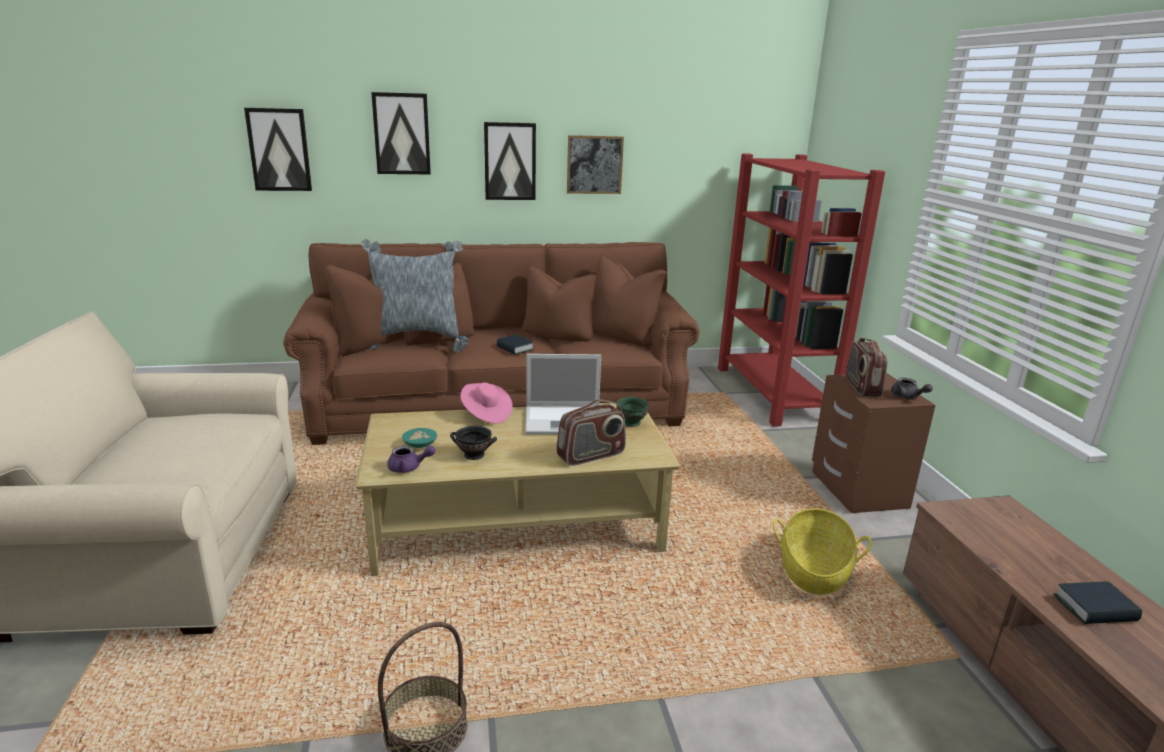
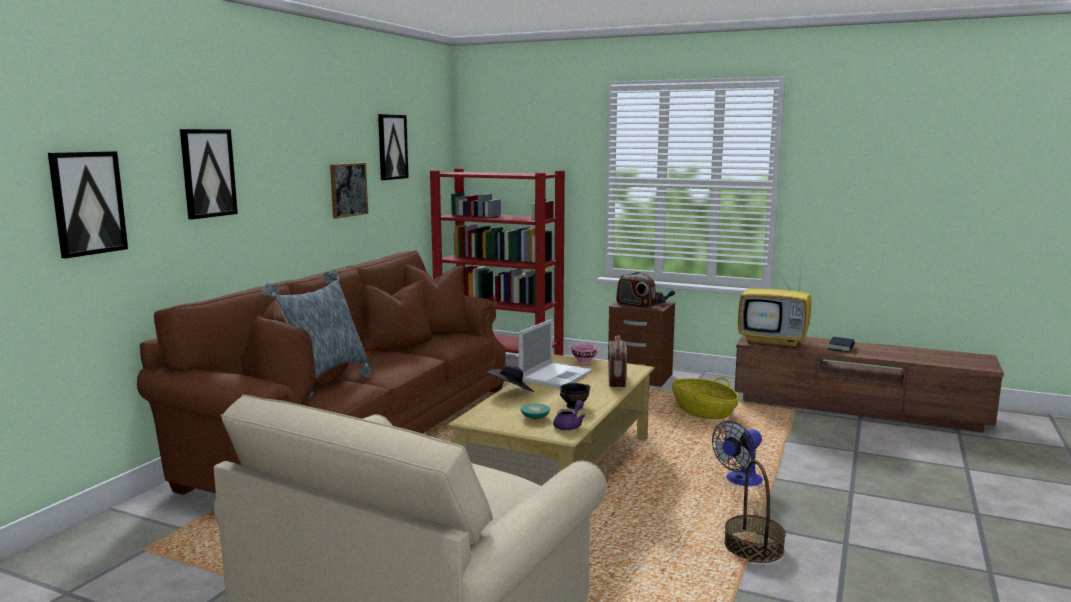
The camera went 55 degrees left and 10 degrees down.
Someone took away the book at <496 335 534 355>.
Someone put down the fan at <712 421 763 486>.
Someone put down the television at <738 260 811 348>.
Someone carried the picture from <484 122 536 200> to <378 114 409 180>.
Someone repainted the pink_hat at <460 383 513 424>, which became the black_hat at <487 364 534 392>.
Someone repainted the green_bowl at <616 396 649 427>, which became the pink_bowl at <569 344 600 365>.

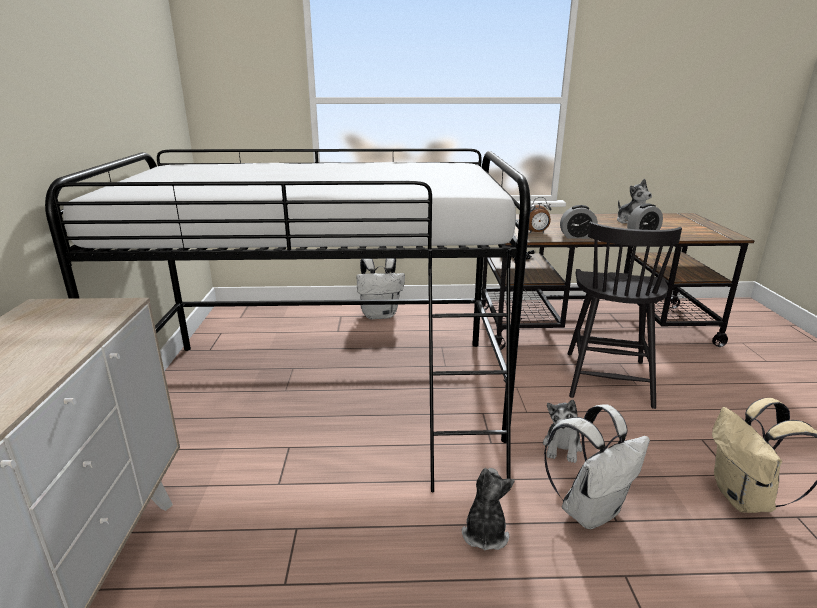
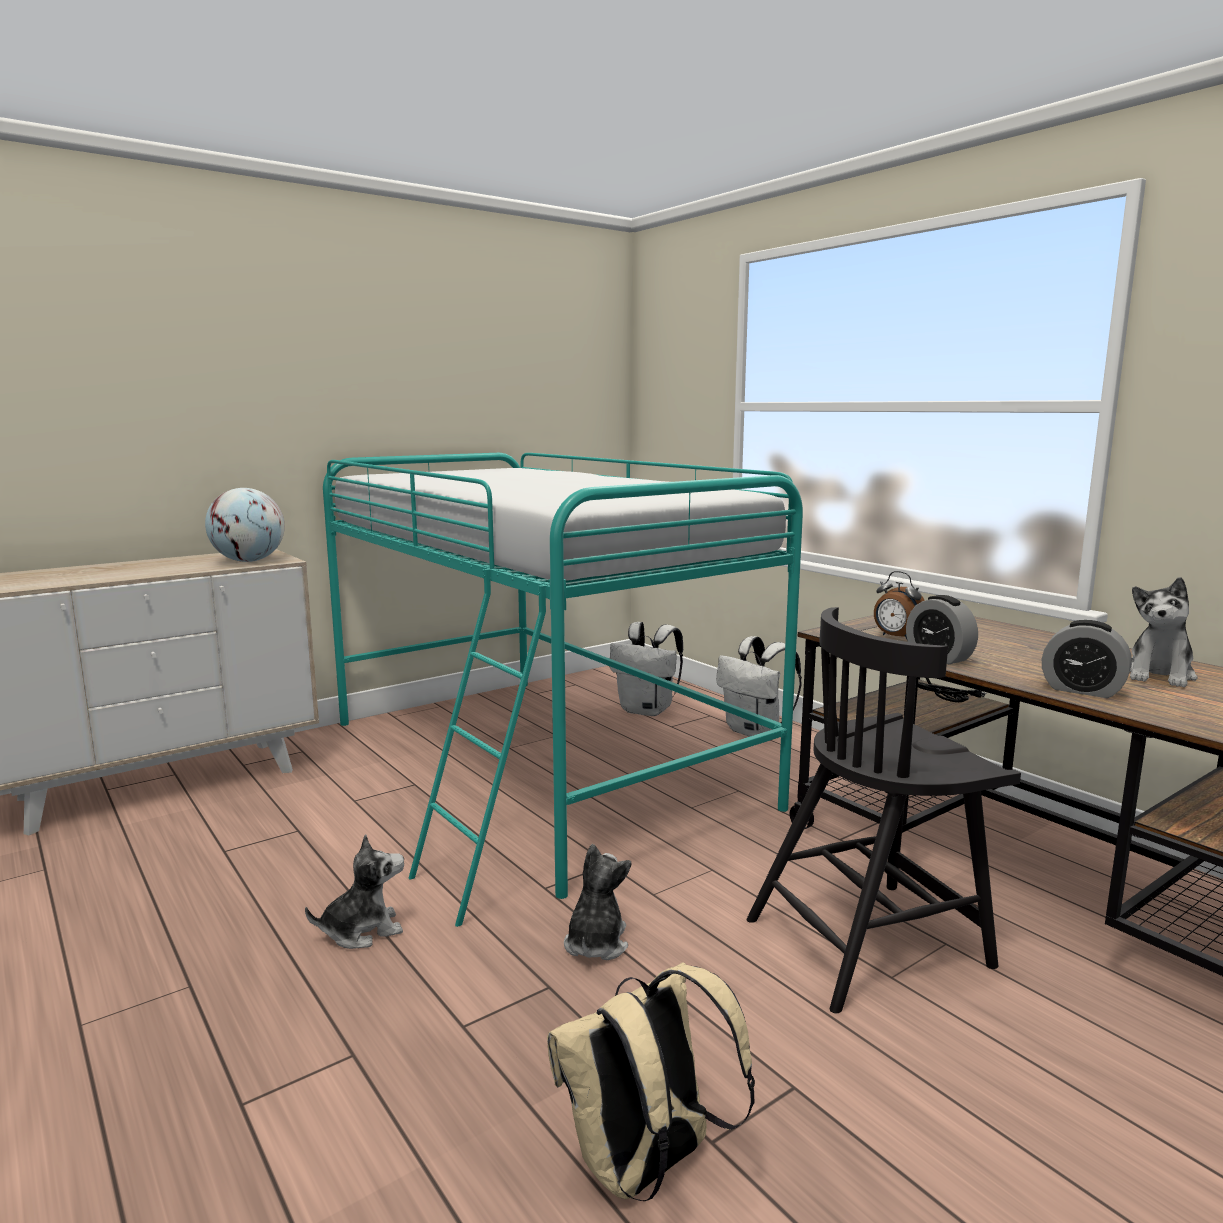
The camera went 55 degrees right and 10 degrees down.
Someone put down the globe at <205 488 285 562>.
Someone carried the white_backpack from <544 404 650 529> to <609 622 683 716>.
Someone repainted the black_bed at <45 148 531 492>, which became the turquoise_bed at <323 453 803 927>.
Someone rotated the plush_toy at <543 400 582 463> by 120 degrees clockwise.

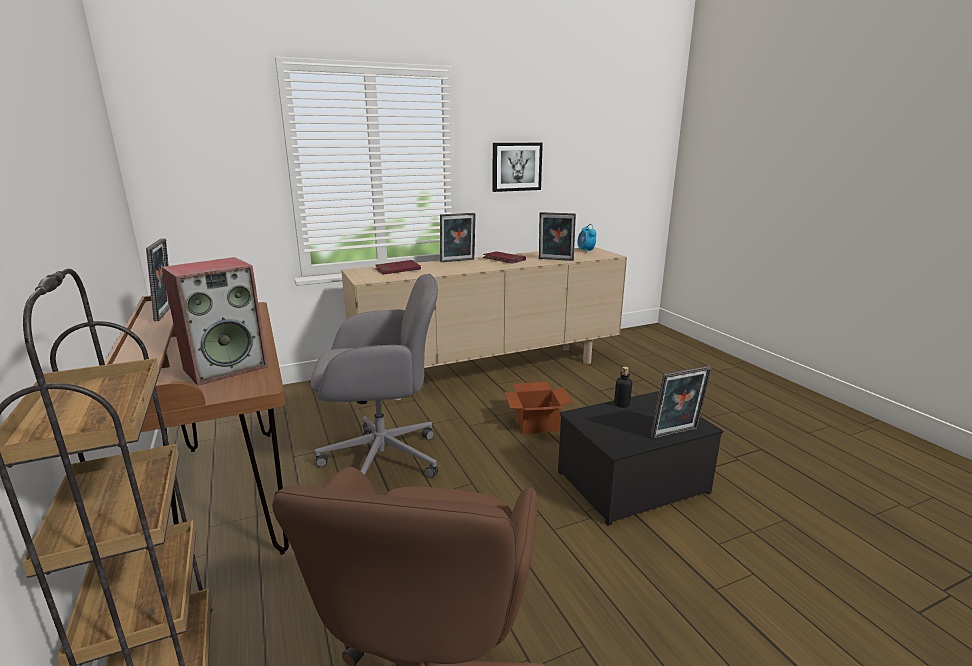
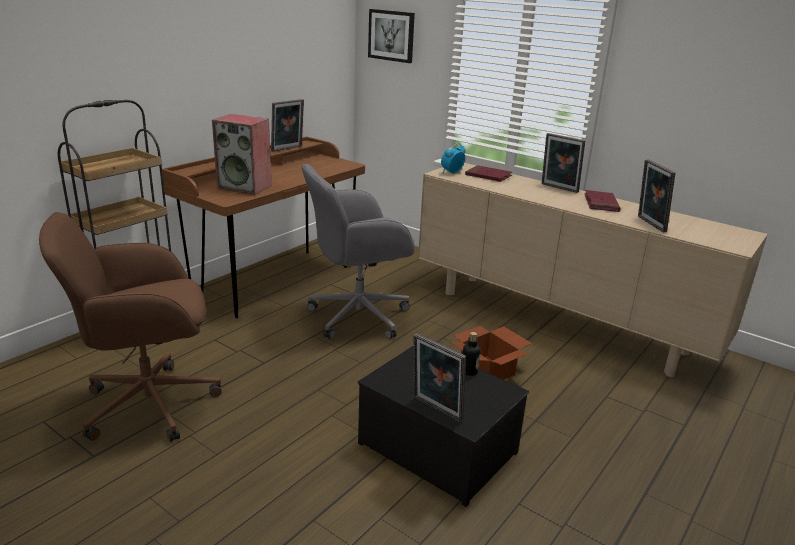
The camera went 60 degrees right and 5 degrees up.
Someone carried the picture from <493 143 543 192> to <368 9 415 63>.
Someone carried the alarm_clock from <578 224 597 253> to <441 143 466 174>.
Someone rotated the grey_office_chair at <310 274 438 478> by 105 degrees clockwise.

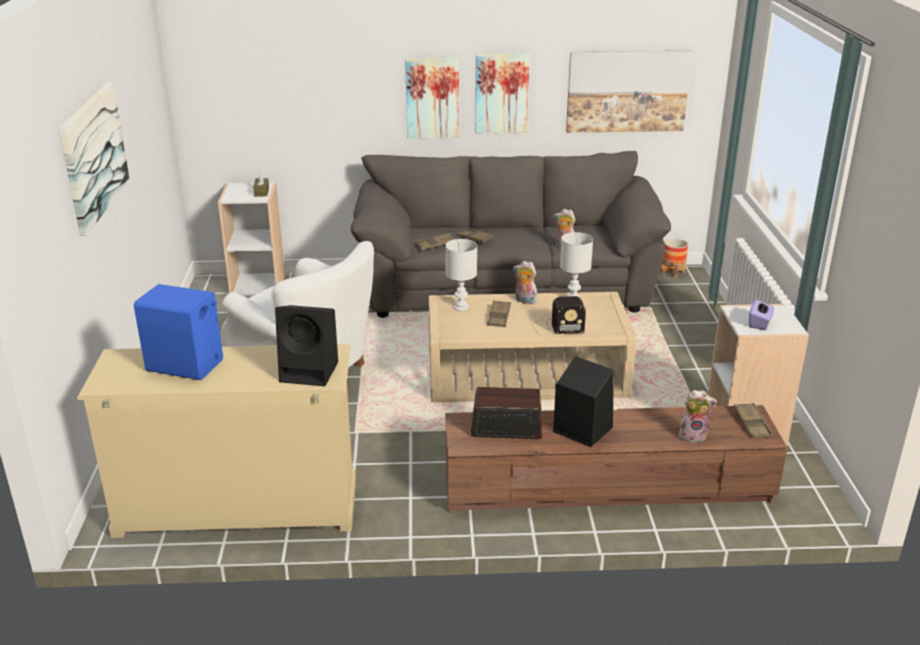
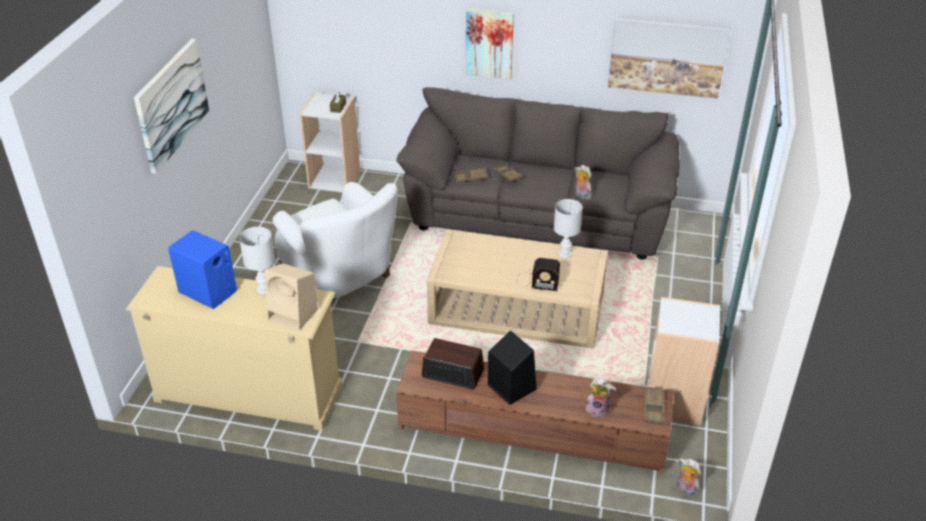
The camera went 15 degrees right and 10 degrees up.
Someone took away the picture at <475 53 530 134>.
Someone took away the brown_tray at <487 300 511 327>.
Someone took away the planter at <661 238 688 278>.
Someone took away the purple_tissue_box at <749 300 774 330>.
Someone carried the white_table_lamp from <445 239 477 311> to <239 227 275 294>.
Someone carried the plush_toy from <513 261 537 305> to <677 458 701 498>.
Someone repainted the black_speaker at <275 305 338 386>, which became the beige_speaker at <265 263 318 331>.

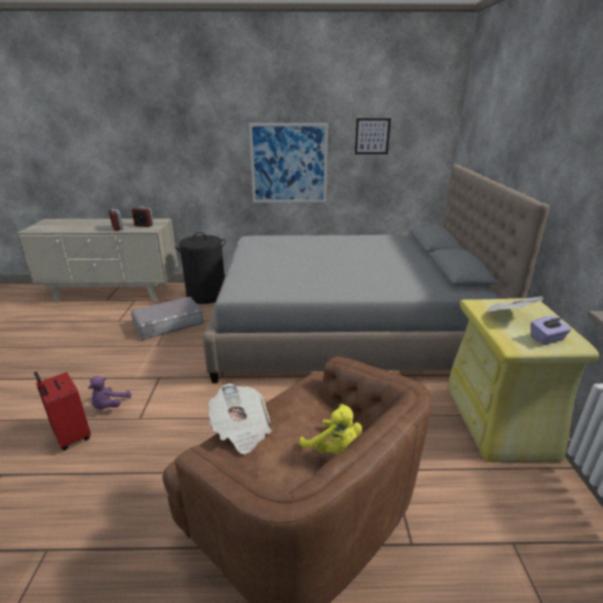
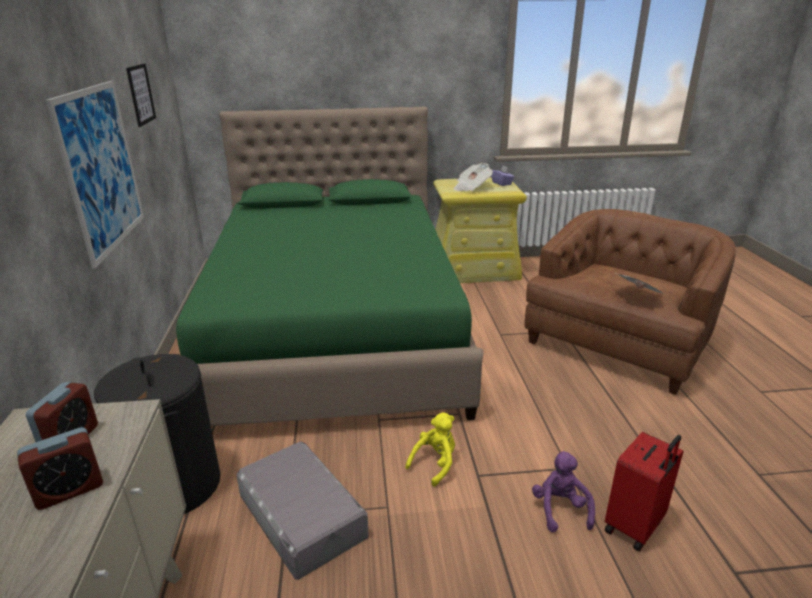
The camera went 95 degrees left and 0 degrees up.
Someone carried the yellow_plush_toy from <299 404 362 455> to <405 412 455 487>.
Someone repainted the grey_bed at <203 164 550 383>, which became the green_bed at <176 107 484 426>.
Someone rotated the purple_plush_toy at <88 376 132 409> by 105 degrees counterclockwise.

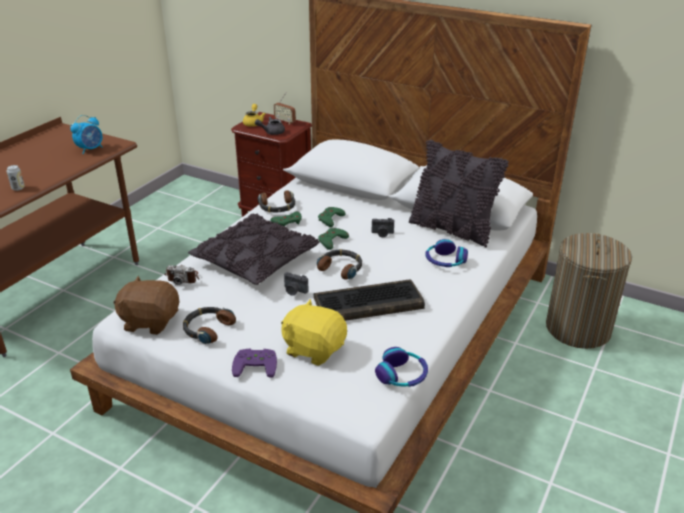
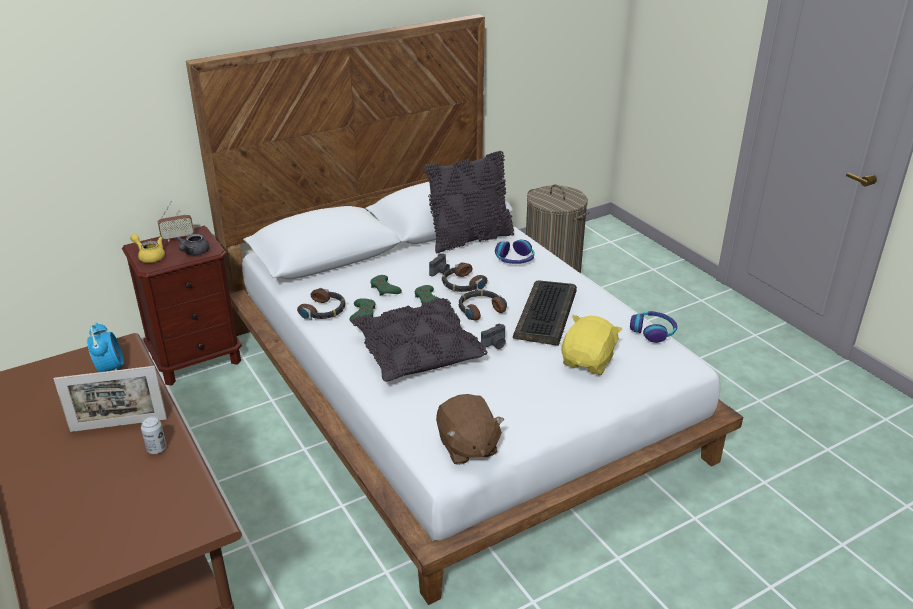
The camera went 60 degrees left and 0 degrees up.
Someone took away the photo_camera at <164 265 199 285>.
Someone took away the purple_game_controller at <232 349 277 378>.
Someone put down the picture_frame at <54 366 167 432>.
Someone carried the headphones from <183 307 236 344> to <442 262 487 292>.
Someone rotated the brown_plush_toy at <113 276 180 335> by 60 degrees counterclockwise.
Someone rotated the yellow_plush_toy at <281 299 347 366> by 150 degrees clockwise.

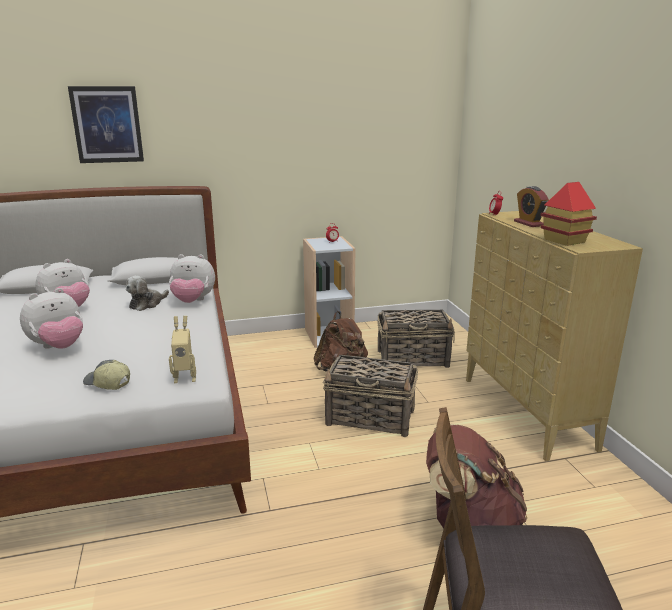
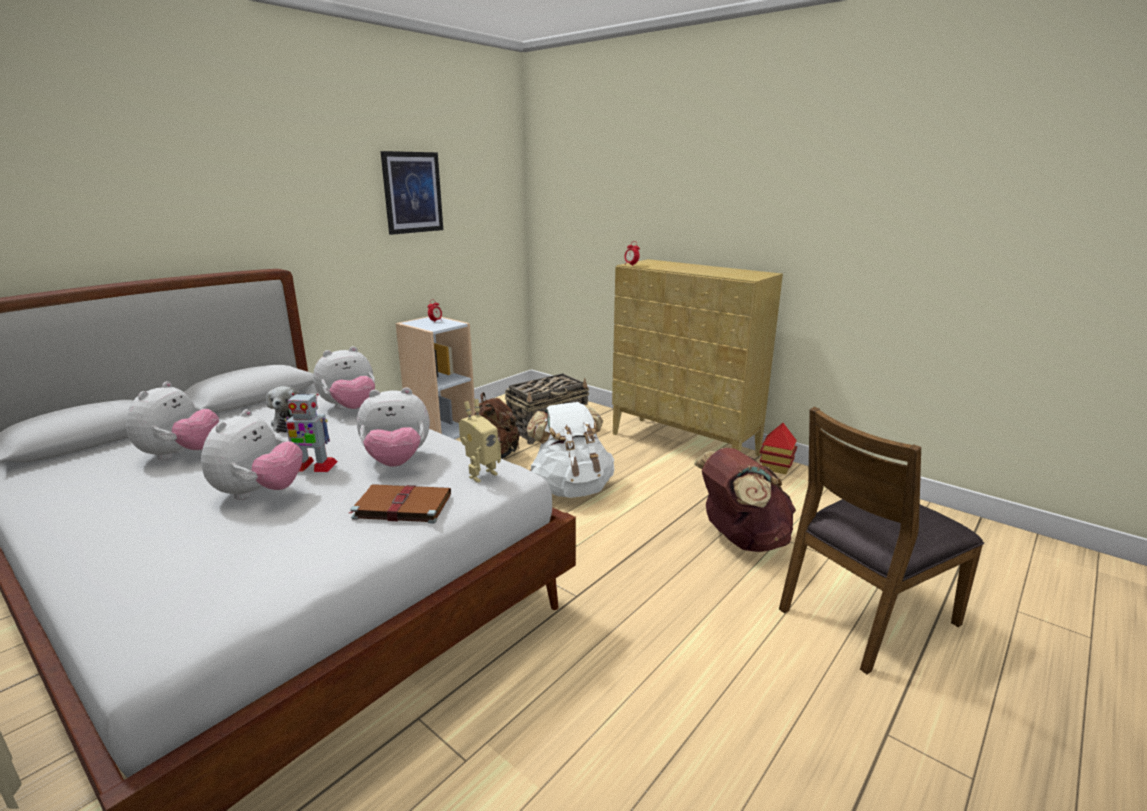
The camera went 35 degrees left and 0 degrees up.
Someone took away the alarm_clock at <514 186 549 227>.
Someone put down the toy_robot at <285 393 338 472>.
Someone put down the plush_toy at <357 387 430 467>.
Someone carried the picture from <68 86 144 163> to <380 151 443 235>.
Someone carried the toy_house from <541 182 597 246> to <760 423 797 474>.
Someone swapped the cap at <83 360 130 390> for the brown_book at <349 484 451 524>.
Someone swapped the basket at <323 355 418 437> for the white_backpack at <527 402 614 498>.

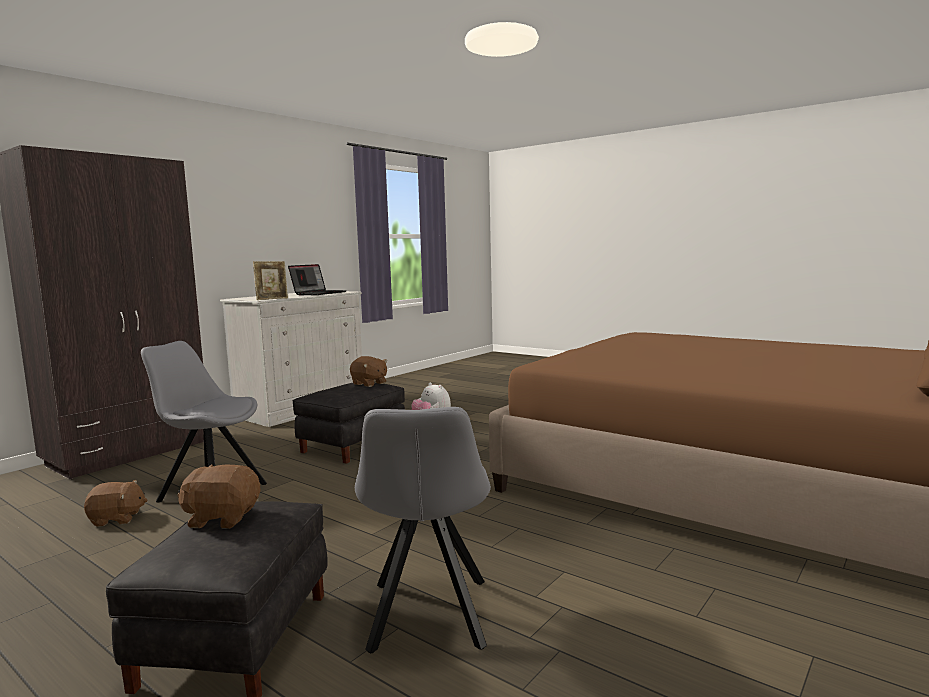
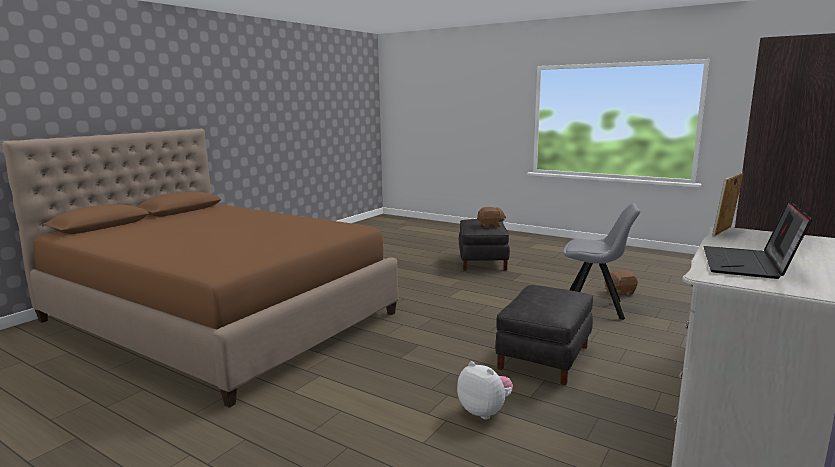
The camera went 175 degrees right and 5 degrees up.
Someone took away the brown_plush_toy at <350 356 388 387>.
Someone took away the grey_chair at <355 407 491 653>.

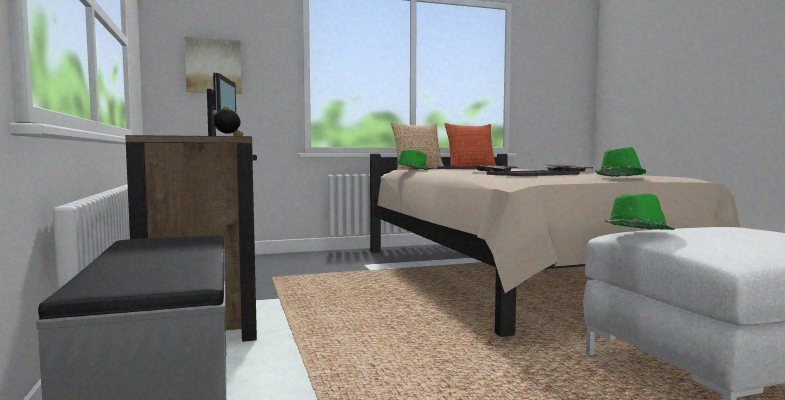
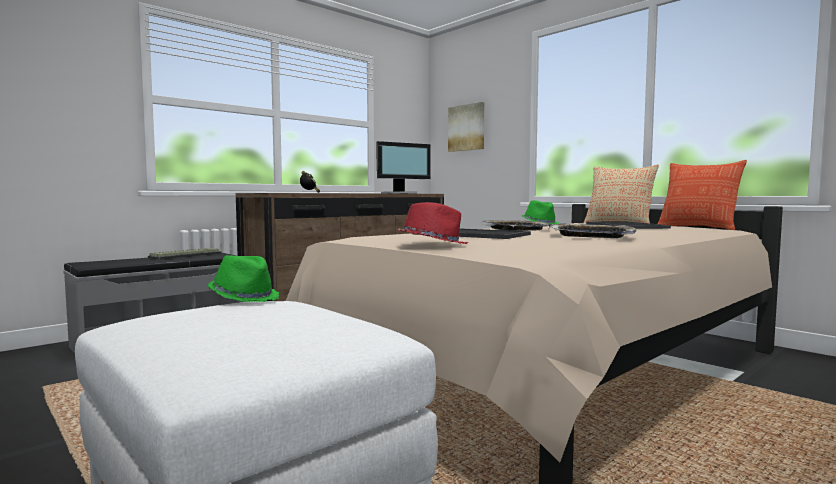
The camera went 65 degrees right and 0 degrees up.
Someone put down the keyboard at <148 248 222 260>.
Someone repainted the green_hat at <595 147 646 177>, which became the red_hat at <397 202 469 244>.

